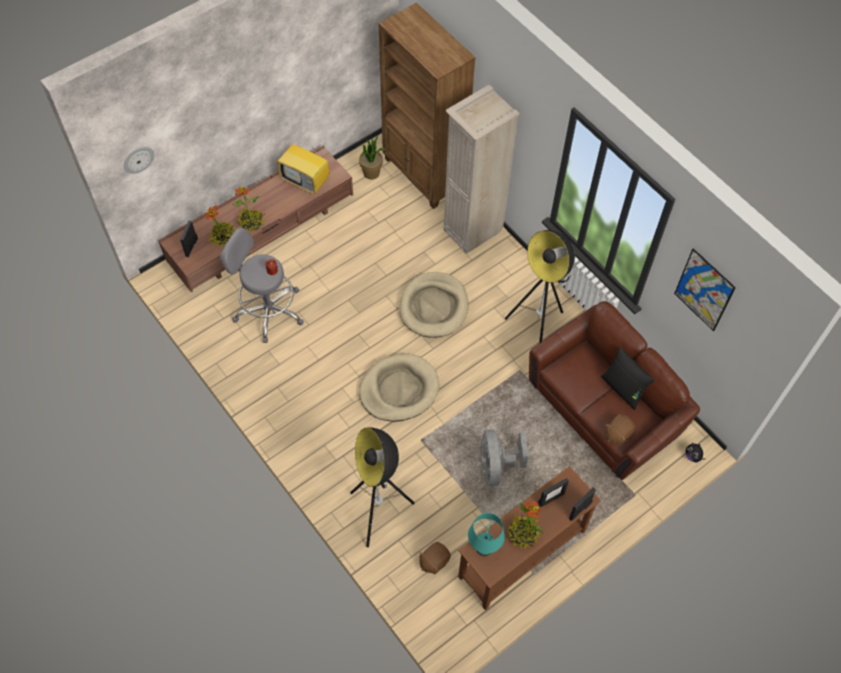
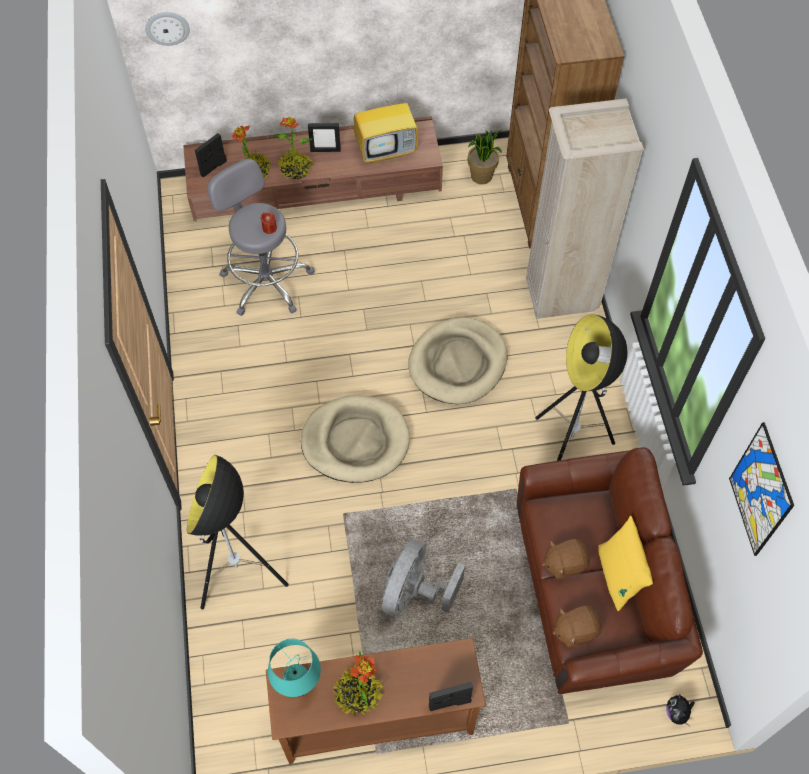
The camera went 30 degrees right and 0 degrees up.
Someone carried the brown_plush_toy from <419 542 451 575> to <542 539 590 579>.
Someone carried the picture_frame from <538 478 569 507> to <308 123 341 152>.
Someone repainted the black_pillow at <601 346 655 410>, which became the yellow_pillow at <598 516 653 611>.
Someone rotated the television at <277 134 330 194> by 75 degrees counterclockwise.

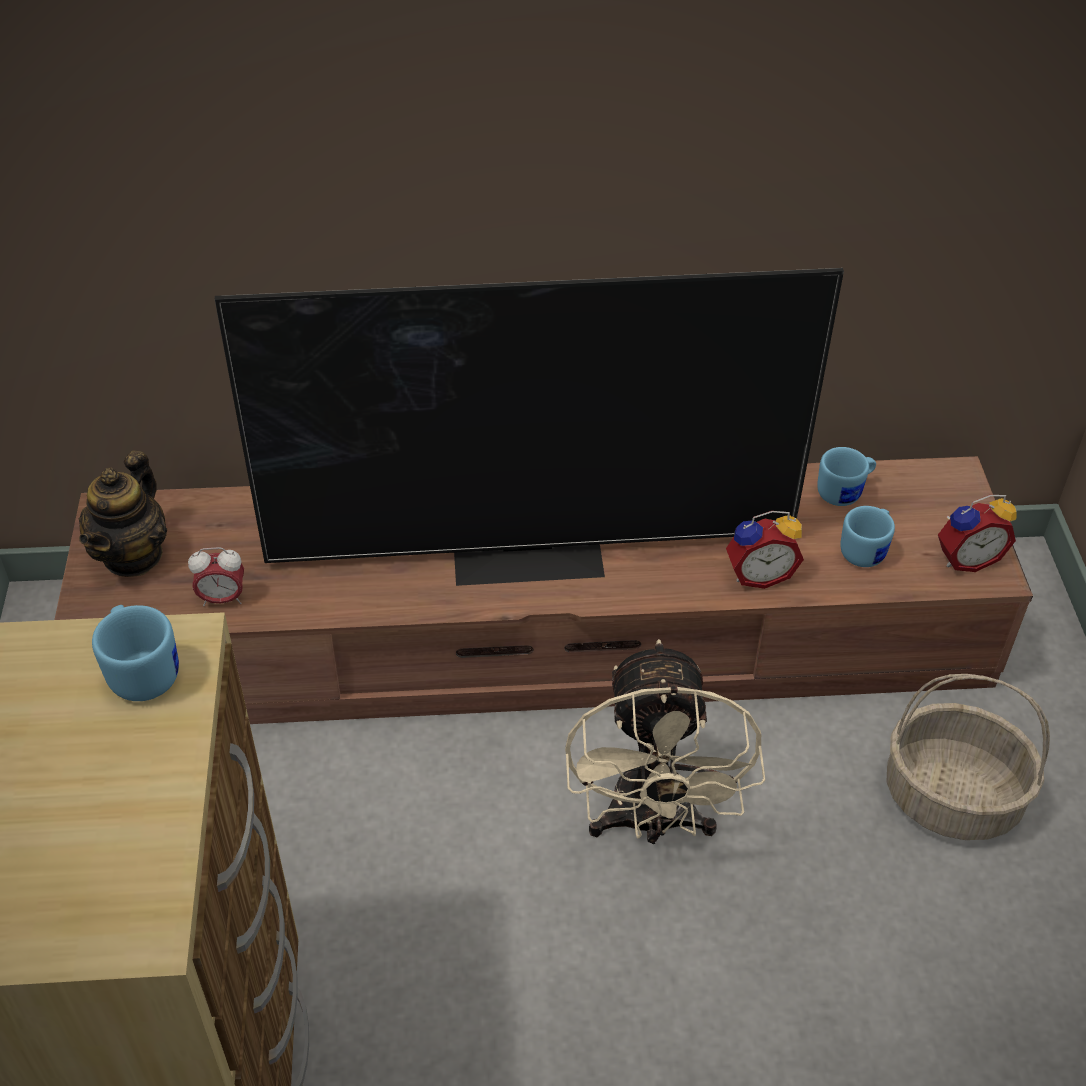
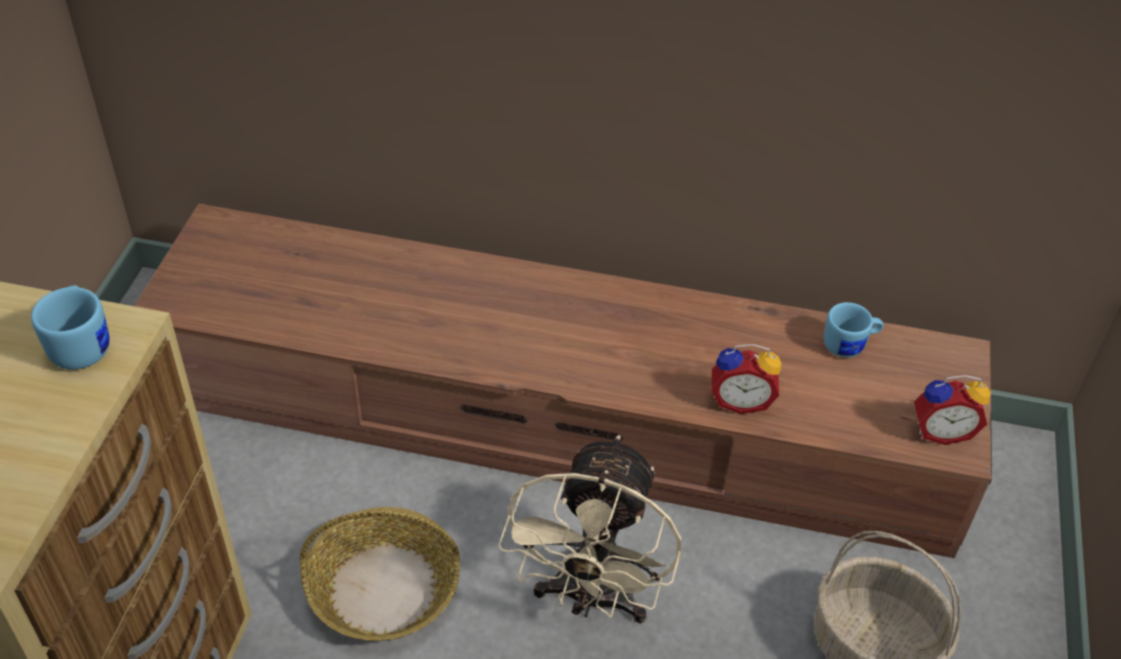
The camera went 15 degrees right and 0 degrees up.
Someone took away the teapot at <79 450 167 577>.
Someone took away the alarm_clock at <188 547 244 606>.
Someone took away the television at <215 268 844 586>.
Someone took away the blue_mug at <840 506 895 567>.
Someone put down the basket at <300 507 460 641>.

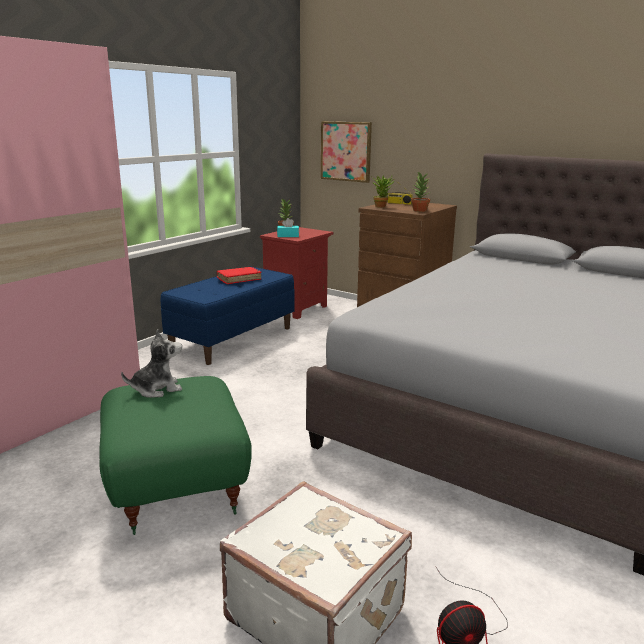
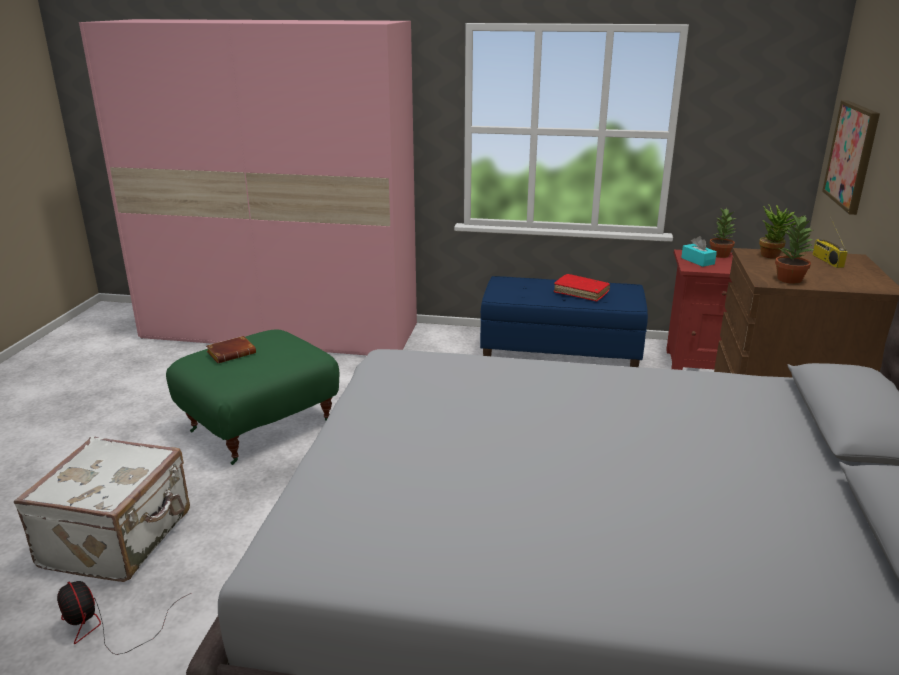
The camera went 65 degrees right and 5 degrees up.
Someone took away the plush_toy at <121 329 182 398>.
Someone put down the brown_book at <206 336 256 363>.

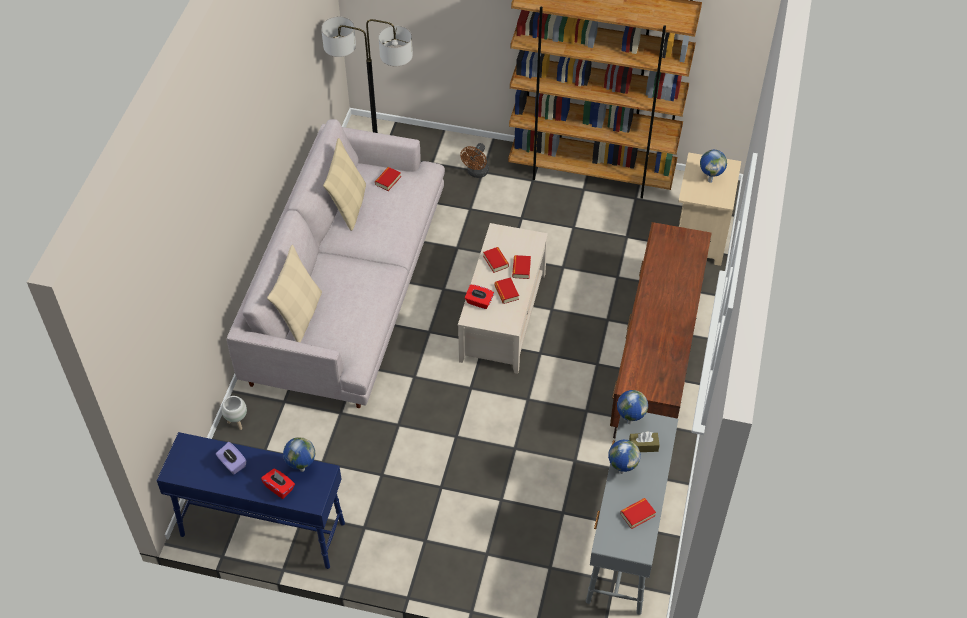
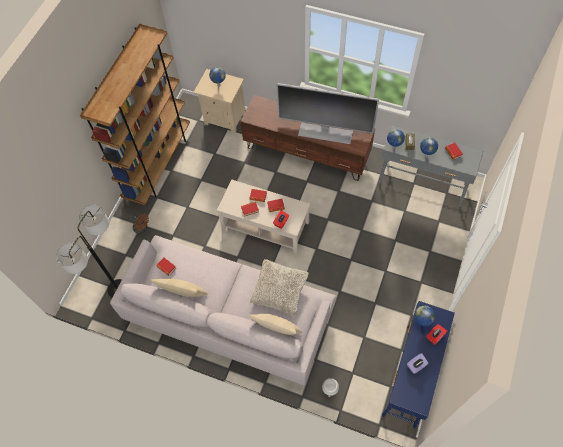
The camera went 80 degrees left and 10 degrees up.
Someone put down the beige_pillow at <250 259 309 317>.
Someone put down the television at <276 83 379 144>.

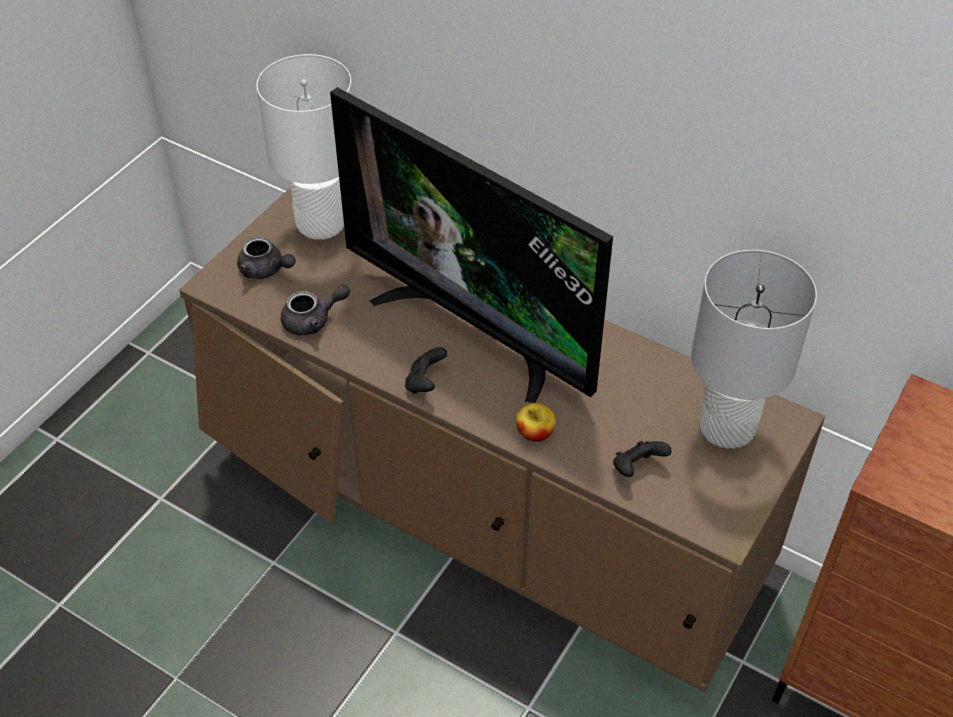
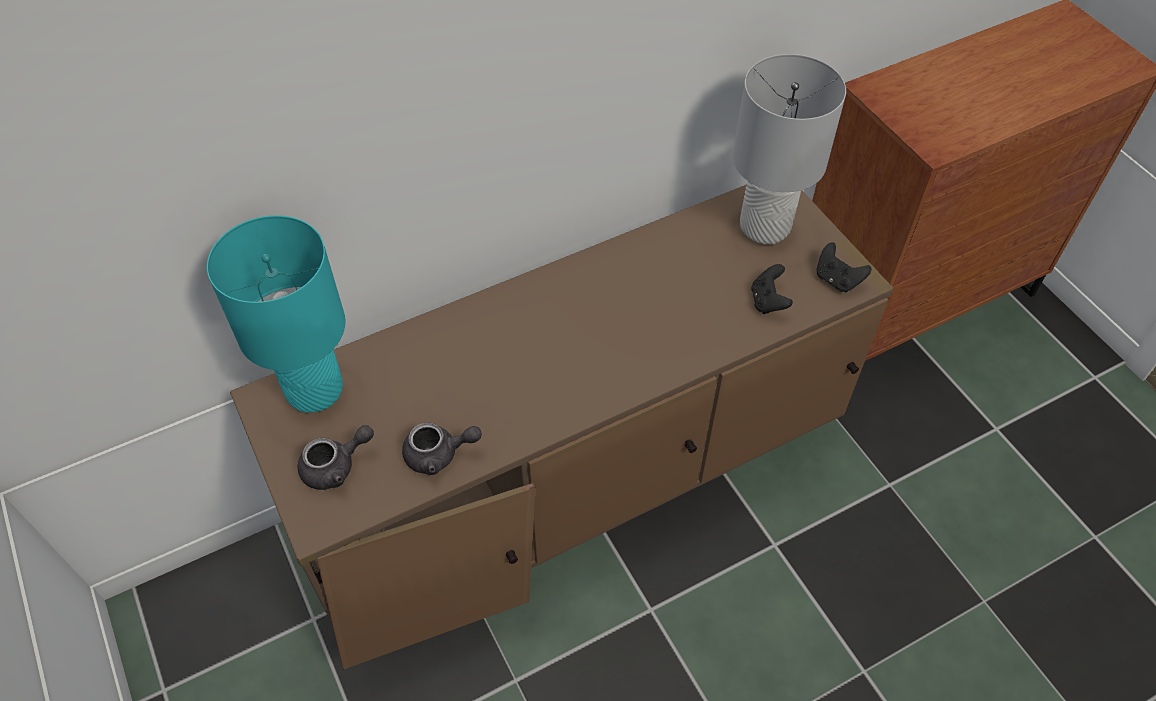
The camera went 60 degrees left and 5 degrees up.
Someone took away the television at <330 87 613 404>.
Someone took away the apple at <516 403 556 442>.
Someone carried the black_game_controller from <405 347 447 394> to <817 242 872 292>.
Someone repainted the white_table_lamp at <257 54 353 240>, which became the turquoise_table_lamp at <207 215 345 413>.
Someone rotated the grey_teapot at <281 284 350 336> by 75 degrees clockwise.

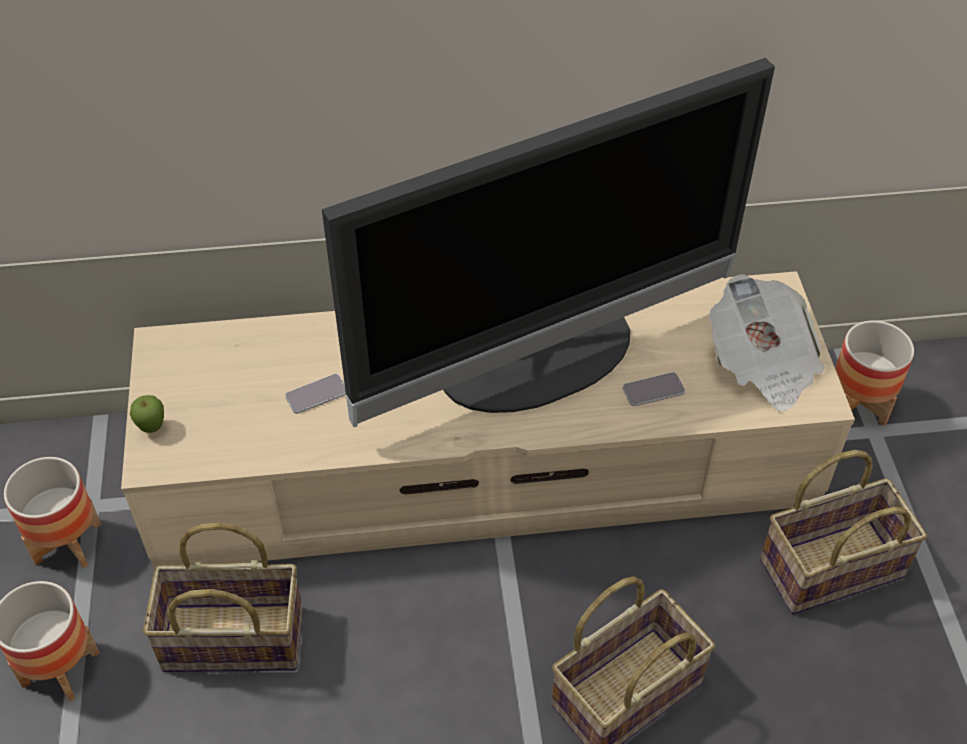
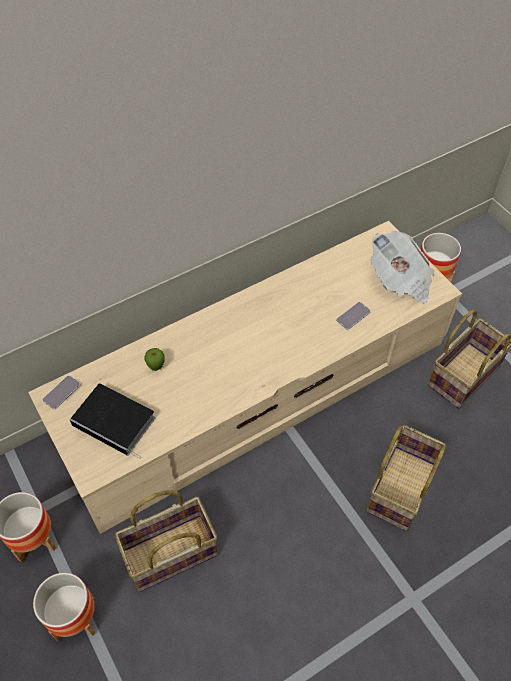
The camera went 25 degrees left and 5 degrees up.
Someone took away the television at <322 58 775 427>.
Someone put down the book at <70 383 155 459>.
Someone carried the apple from <130 395 164 433> to <144 348 165 371>.
Someone carried the phone from <285 374 346 414> to <43 375 80 409>.

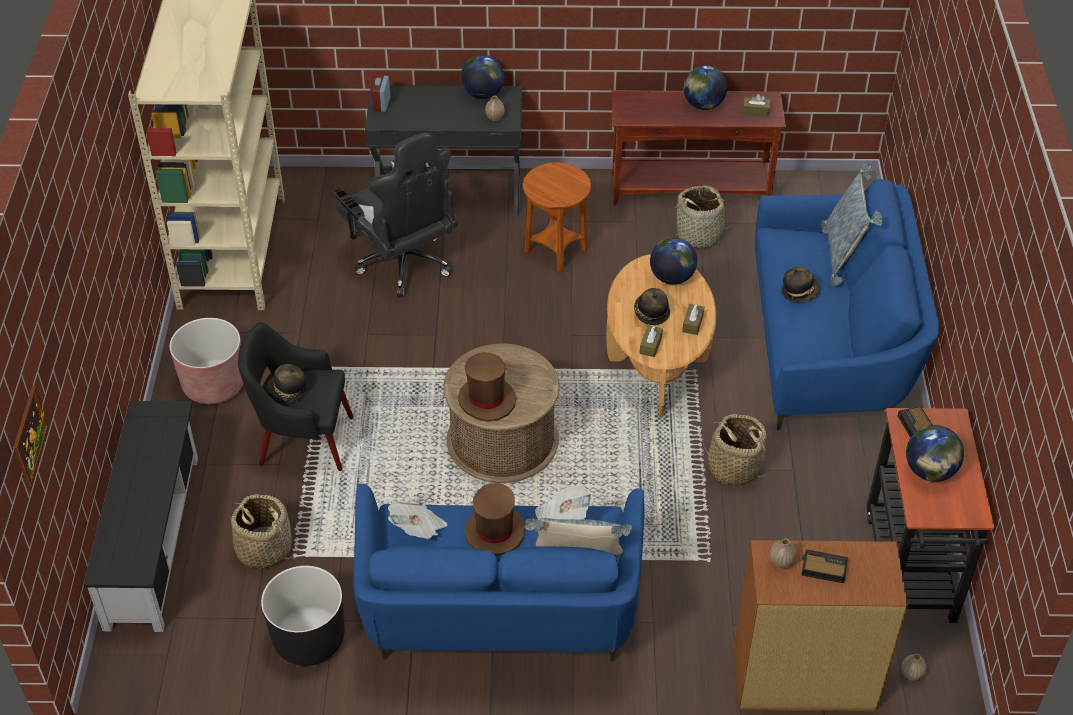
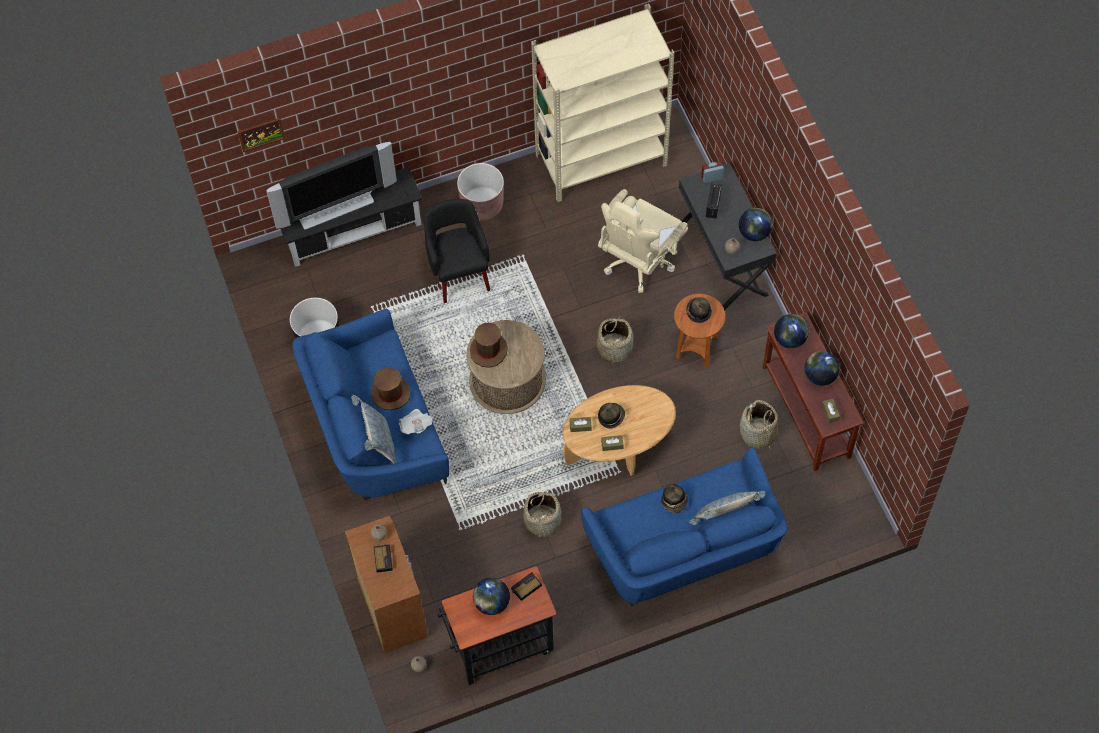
The camera went 70 degrees right and 15 degrees up.
Someone took away the newspaper at <388 501 447 539>.
Someone put down the television at <266 142 397 230>.
Someone put down the radio at <705 183 722 219>.
Someone carried the basket from <230 494 292 568> to <597 317 634 365>.
Someone carried the hat from <267 364 307 401> to <686 297 712 323>.
Someone carried the globe from <650 237 697 285> to <774 314 809 348>.
Someone repainted the black_office_chair at <334 133 458 297>, which became the beige_office_chair at <598 189 688 293>.

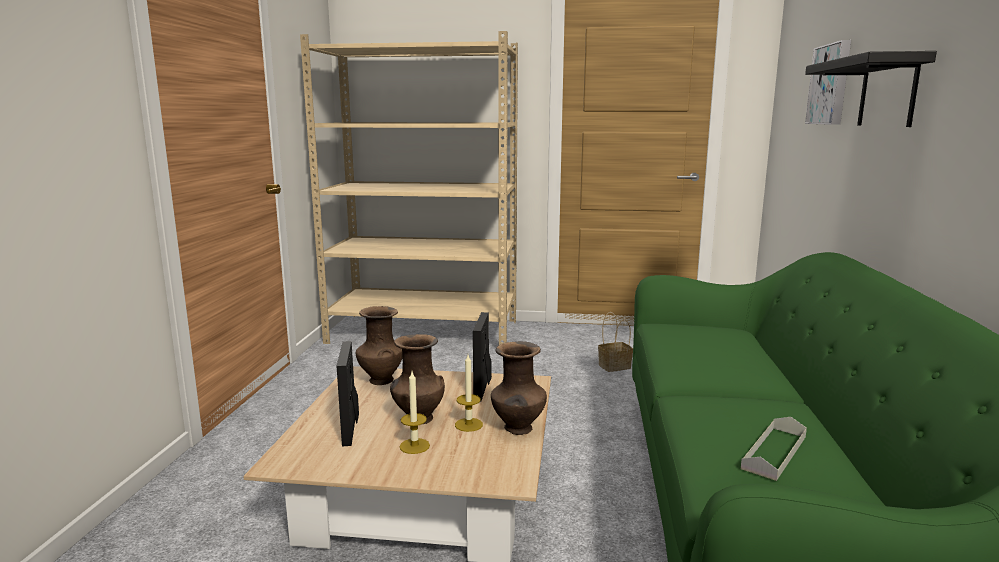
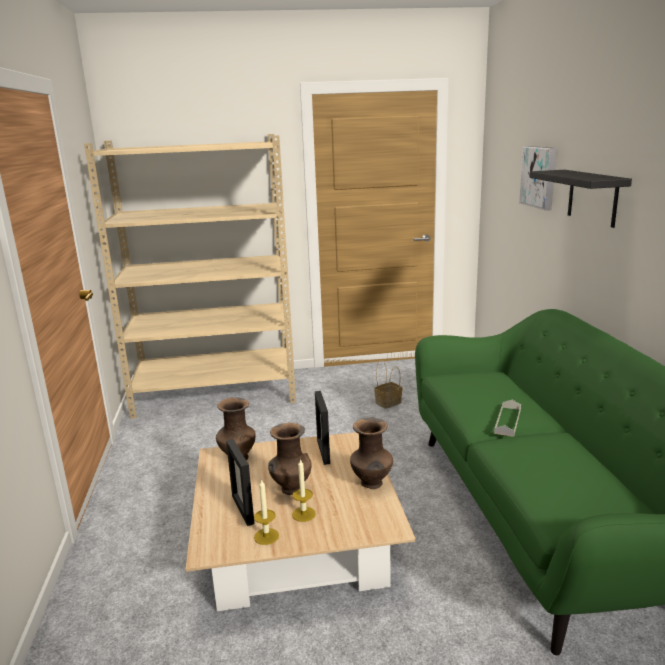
The camera went 15 degrees left and 5 degrees up.
Someone carried the candle from <455 355 483 432> to <254 479 279 545>.
Someone carried the grey_tray from <741 417 807 481> to <494 400 521 437>.

